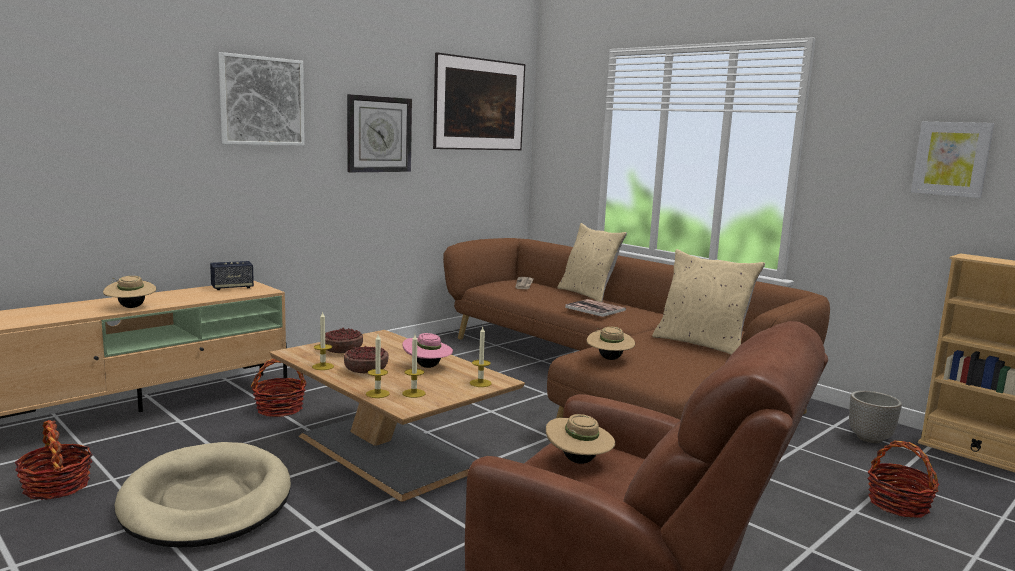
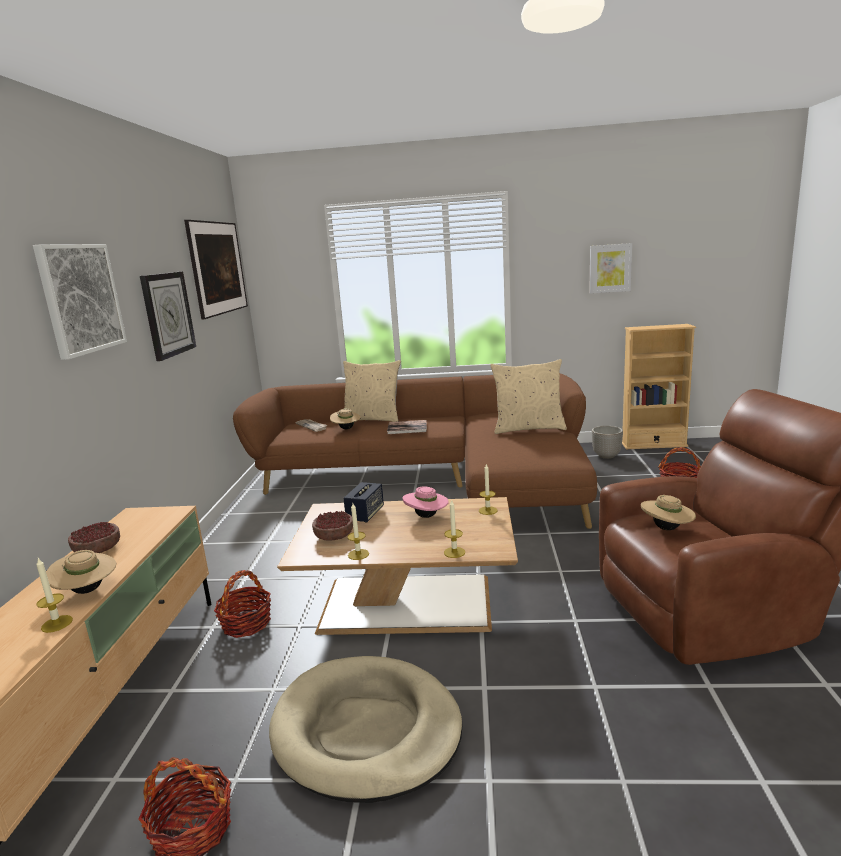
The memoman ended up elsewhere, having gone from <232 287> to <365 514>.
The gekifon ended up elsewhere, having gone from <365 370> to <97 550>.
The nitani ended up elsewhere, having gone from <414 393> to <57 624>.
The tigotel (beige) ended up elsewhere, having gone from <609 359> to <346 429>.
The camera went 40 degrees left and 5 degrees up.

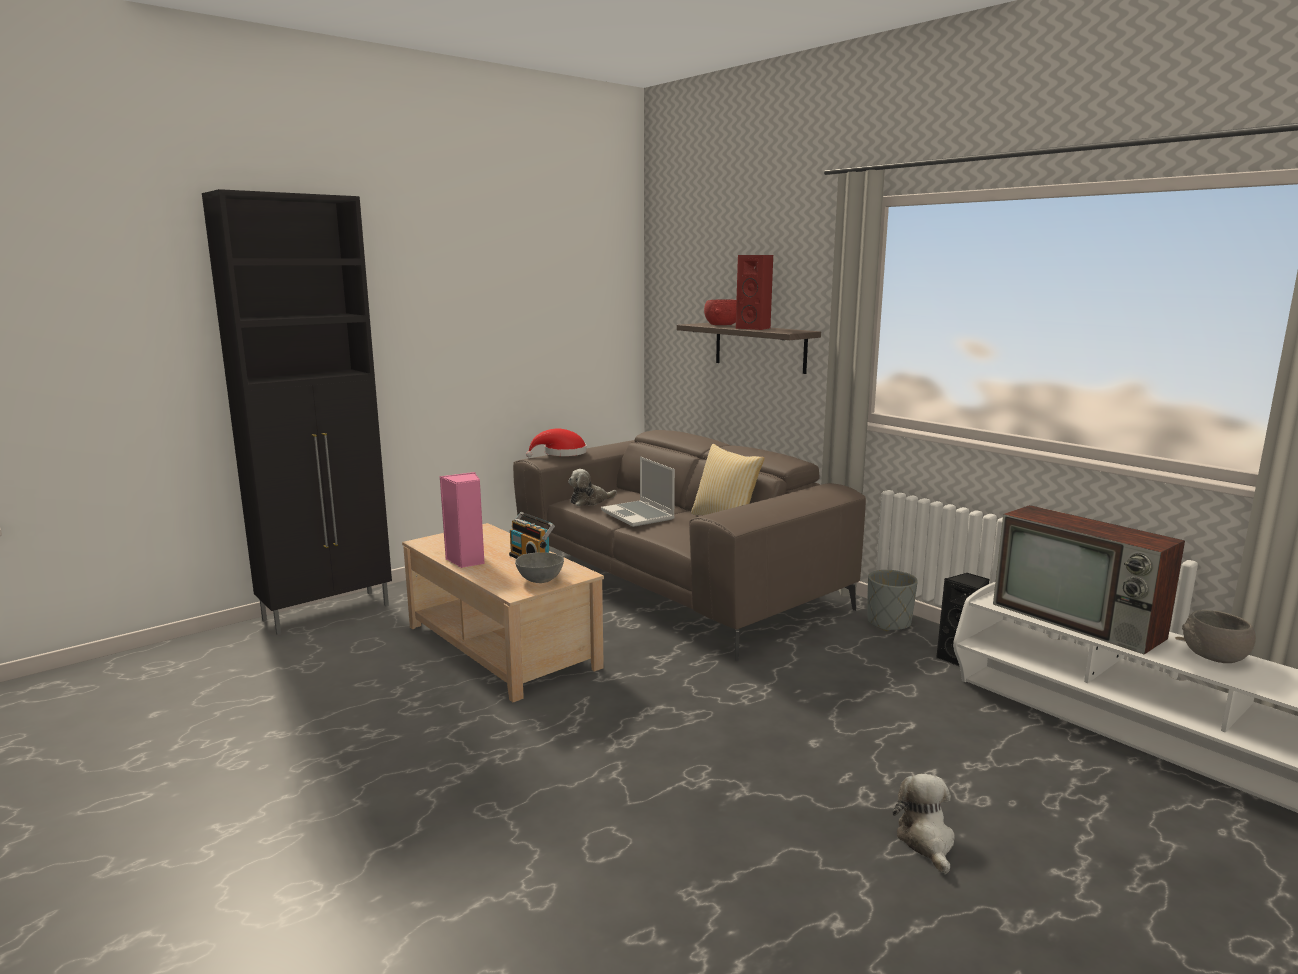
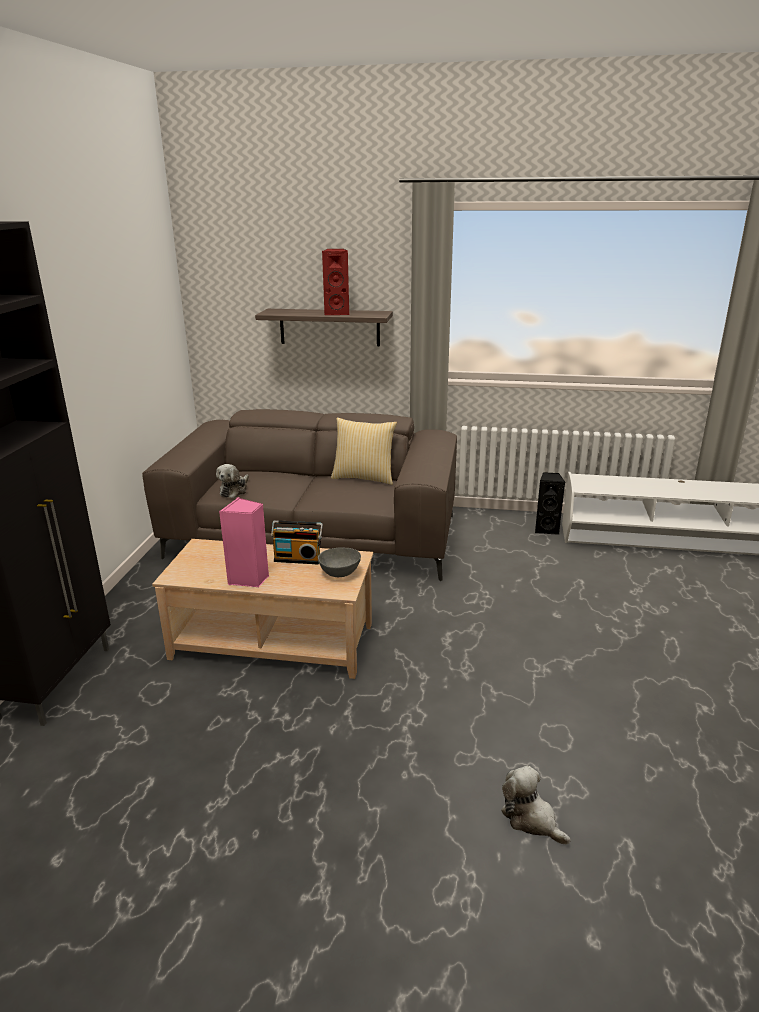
The second view lost the tigotel (red) at <561 454>.
The second view lost the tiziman at <639 515>.
The second view lost the gekifon (red) at <722 325>.
The second view lost the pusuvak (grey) at <888 623>.
The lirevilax ended up elsewhere, having gone from <926 841> to <531 819>.
The second view lost the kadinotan at <1080 621>.
The second view lost the gekifon (grey) at <1214 656>.
The camera went 40 degrees left and 10 degrees up.

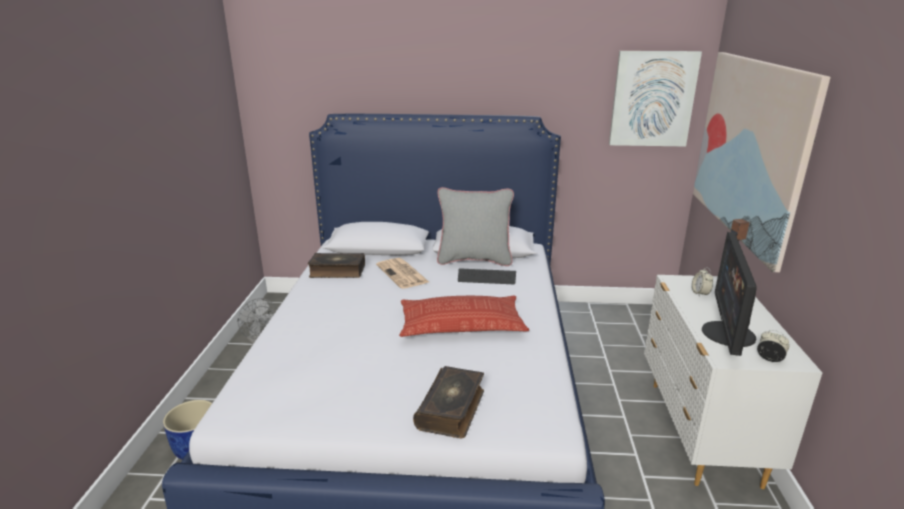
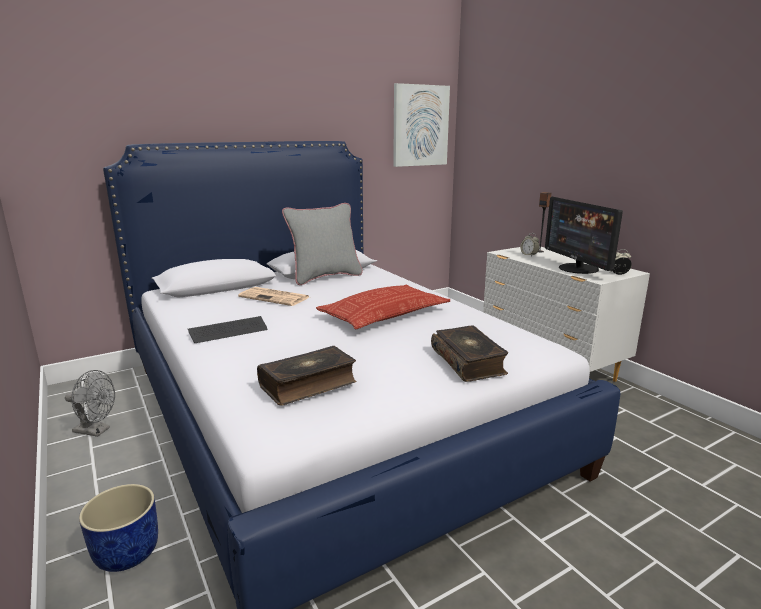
The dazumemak ended up elsewhere, having gone from <337 271> to <308 384>.
The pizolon ended up elsewhere, having gone from <486 278> to <228 331>.
The second view lost the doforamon at <749 149>.
The camera went 35 degrees left and 5 degrees down.

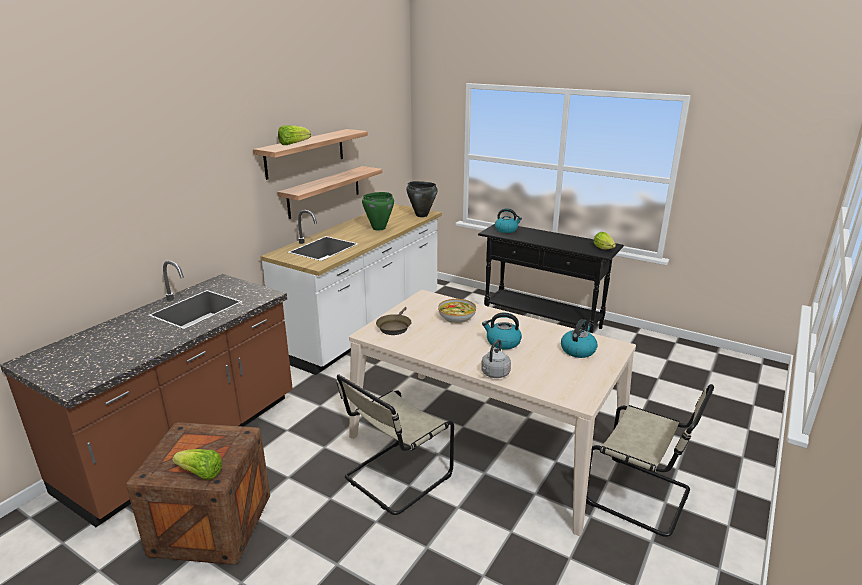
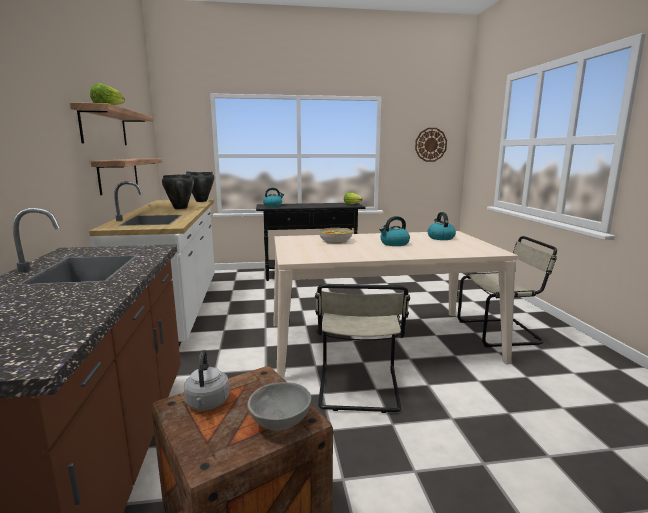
Where the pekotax stood at <200 474>, the gekifon (grey) came to stand at <280 424>.
What was the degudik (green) at <378 228> turned into the degudik (black) at <180 208>.
The second view lost the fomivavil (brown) at <394 327>.
The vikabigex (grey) ended up elsewhere, having gone from <494 374> to <207 404>.
The second view gained the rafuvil at <430 144>.
The camera went 40 degrees left and 10 degrees down.

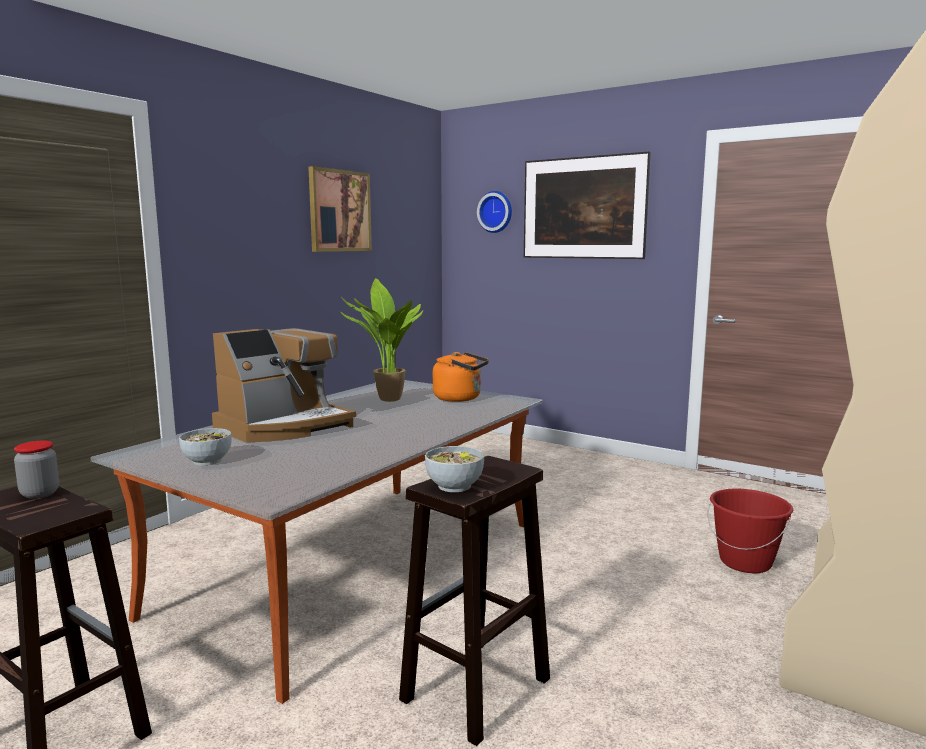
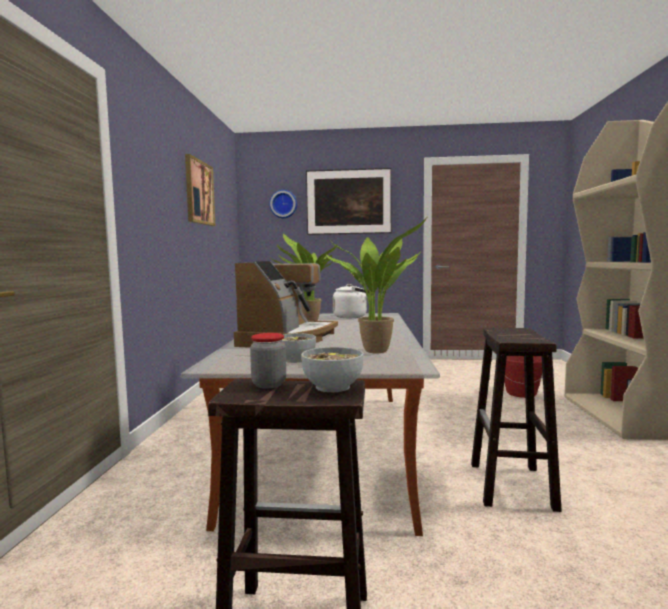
The gekifon ended up elsewhere, having gone from <454 486> to <332 387>.
What was the vikabigex (orange) at <460 398> turned into the vikabigex (white) at <352 317>.
The second view gained the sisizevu at <378 350>.
The camera went 30 degrees left and 5 degrees down.

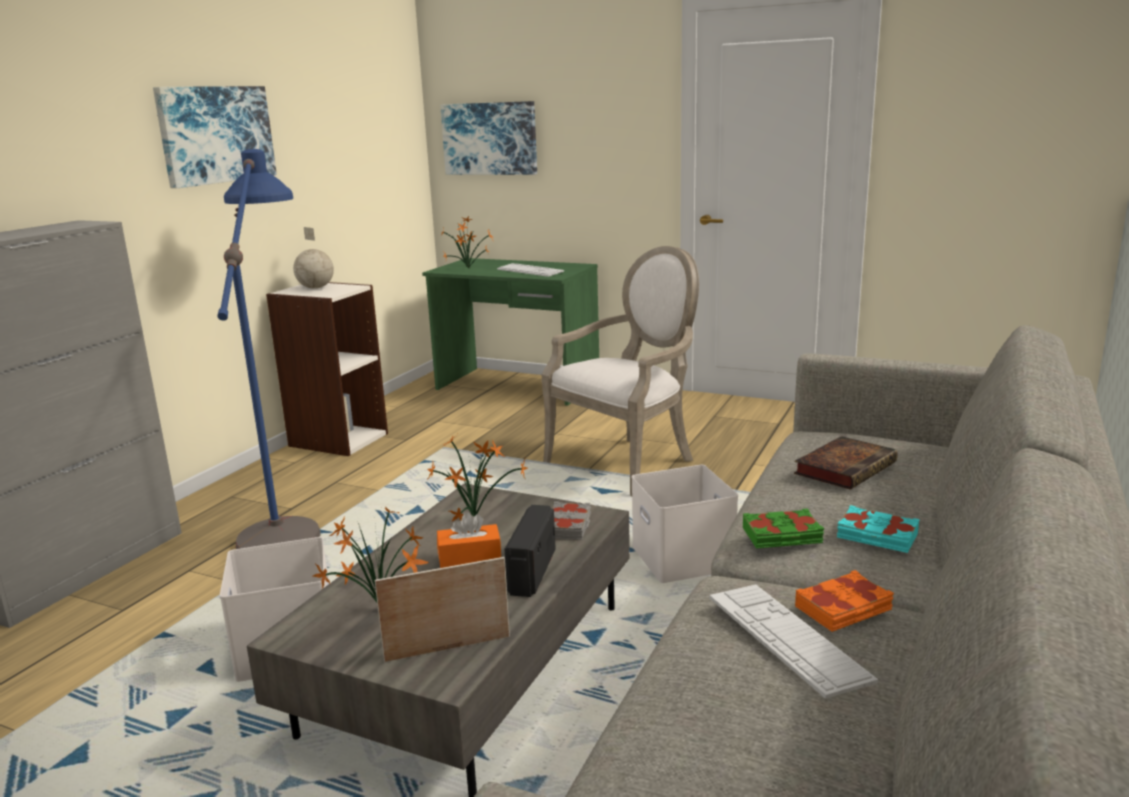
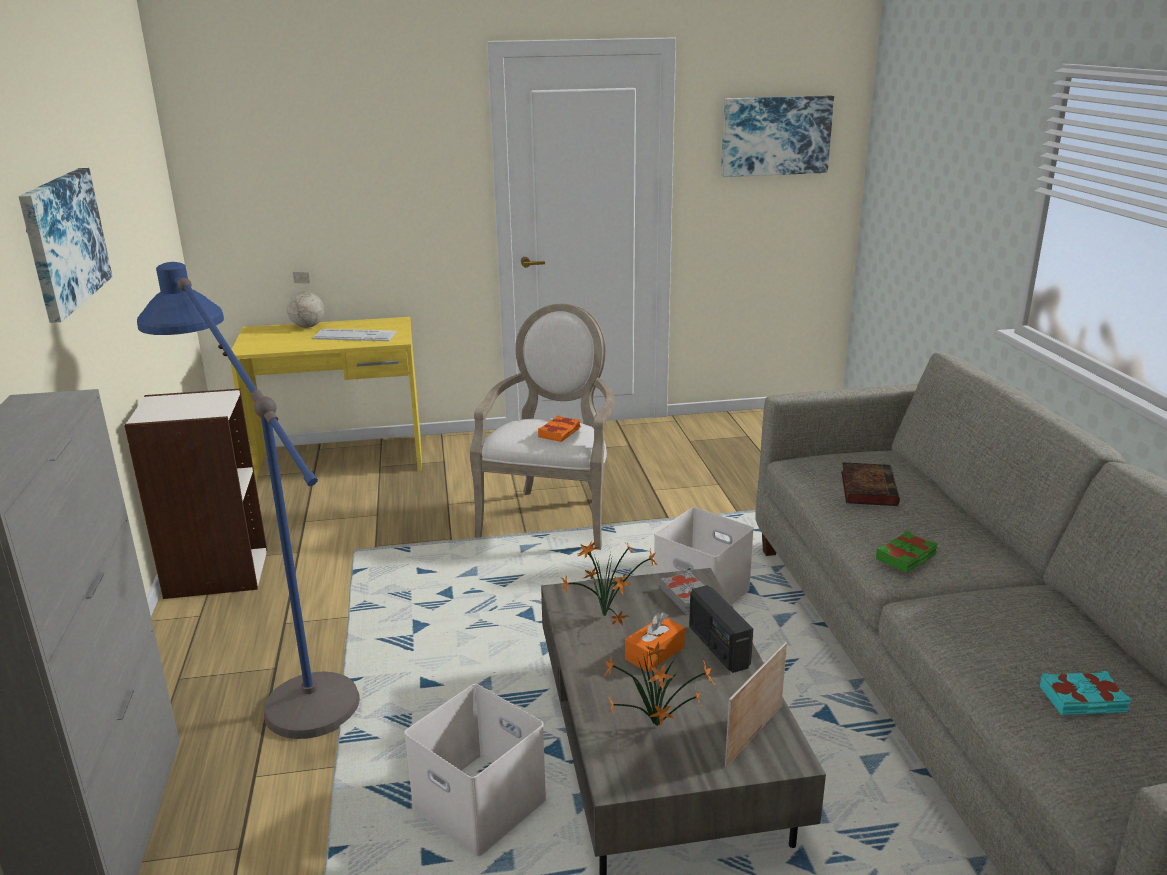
The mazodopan ended up elsewhere, having gone from <316 288> to <307 326>.
What was the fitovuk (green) at <517 386> turned into the fitovuk (yellow) at <340 460>.
The doforamon ended up elsewhere, having gone from <490 138> to <775 135>.
The second view lost the sisizevu at <469 268>.
The second view lost the pizolon at <786 638>.
The dazumemak (orange) ended up elsewhere, having gone from <844 609> to <560 433>.
The dazumemak (turquoise) ended up elsewhere, having gone from <877 536> to <1083 700>.
The camera went 35 degrees left and 5 degrees up.

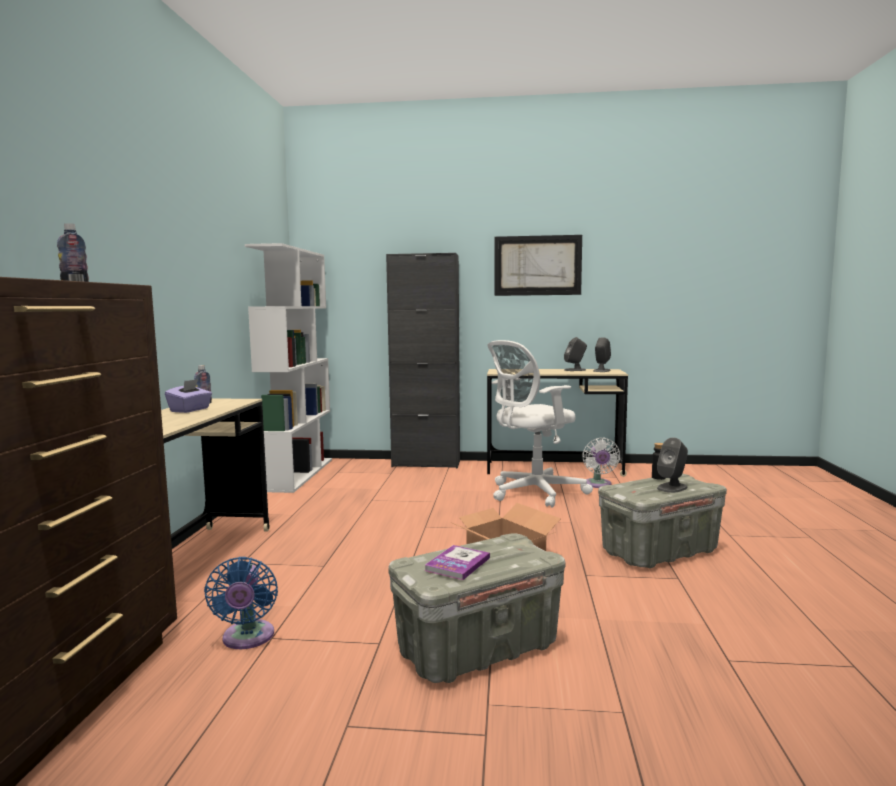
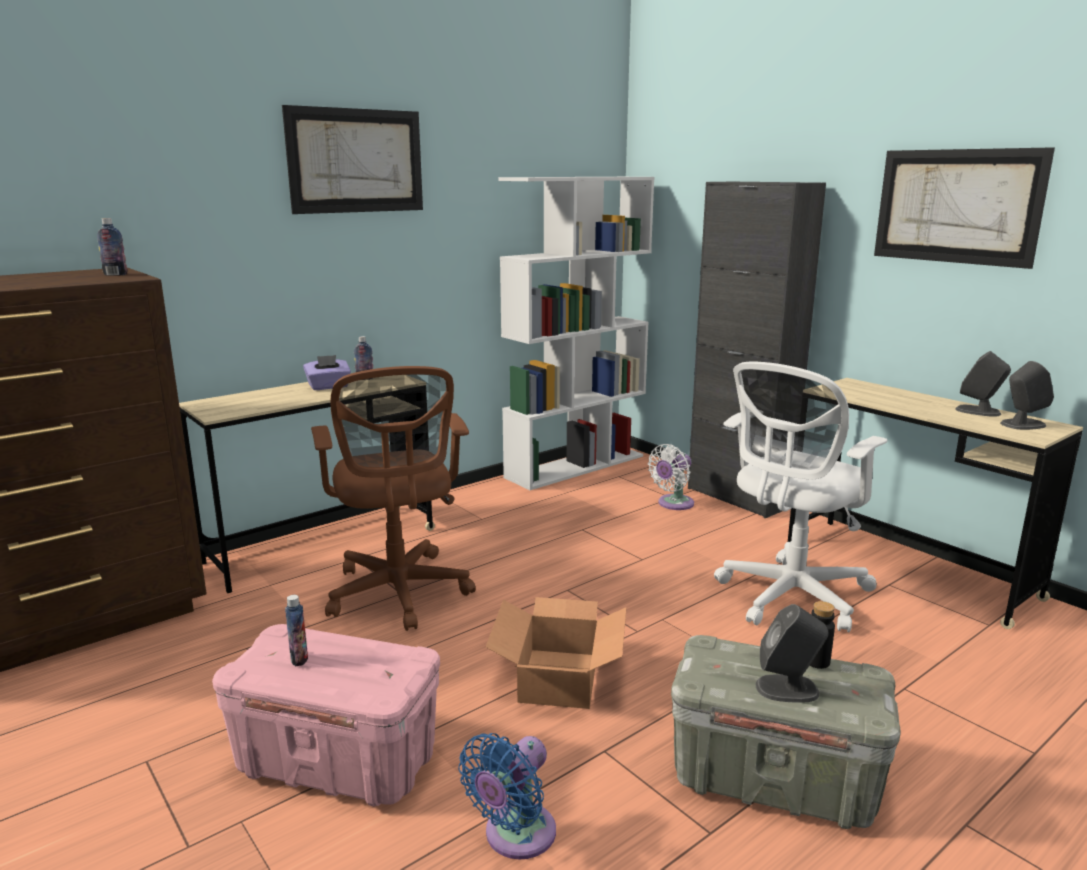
The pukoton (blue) ended up elsewhere, having gone from <247 639> to <515 836>.
What was the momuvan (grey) at <477 649> turned into the momuvan (pink) at <335 763>.
Where the dazumemak stood at <457 564>, the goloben came to stand at <299 659>.
The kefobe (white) at <533 493> ended up facing another way, 60 degrees counterclockwise from before.
The pukoton (white) ended up elsewhere, having gone from <598 485> to <673 504>.
The second view gained the doforamon at <356 161>.
The second view gained the kefobe (brown) at <399 595>.
The camera went 45 degrees right and 10 degrees up.

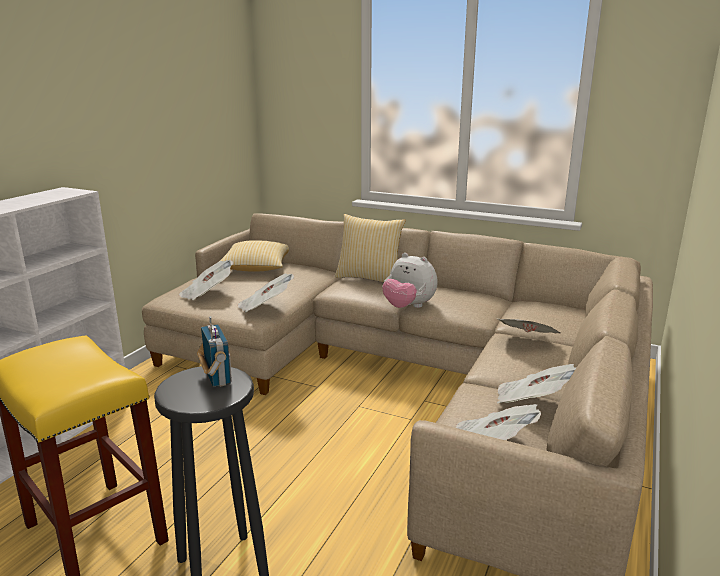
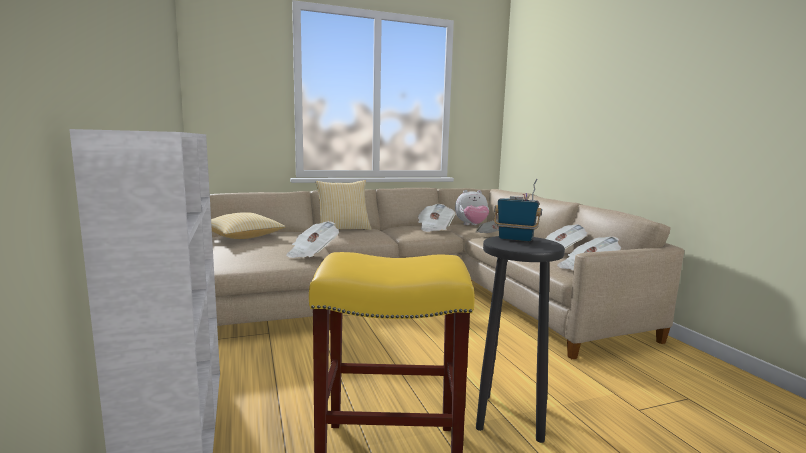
The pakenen ended up elsewhere, having gone from <207 294> to <434 228>.
The lirevilax ended up elsewhere, having gone from <408 307> to <471 225>.
The camera went 45 degrees left and 10 degrees down.

